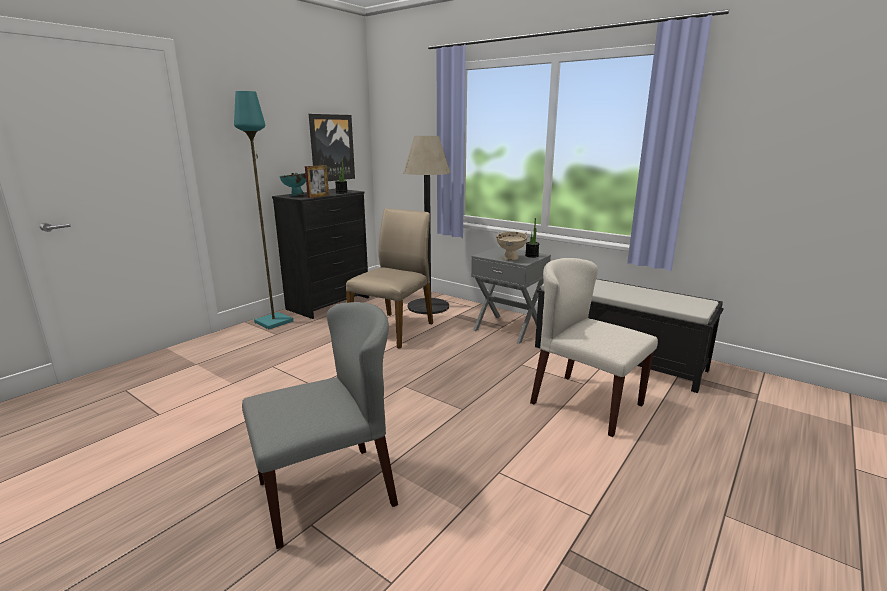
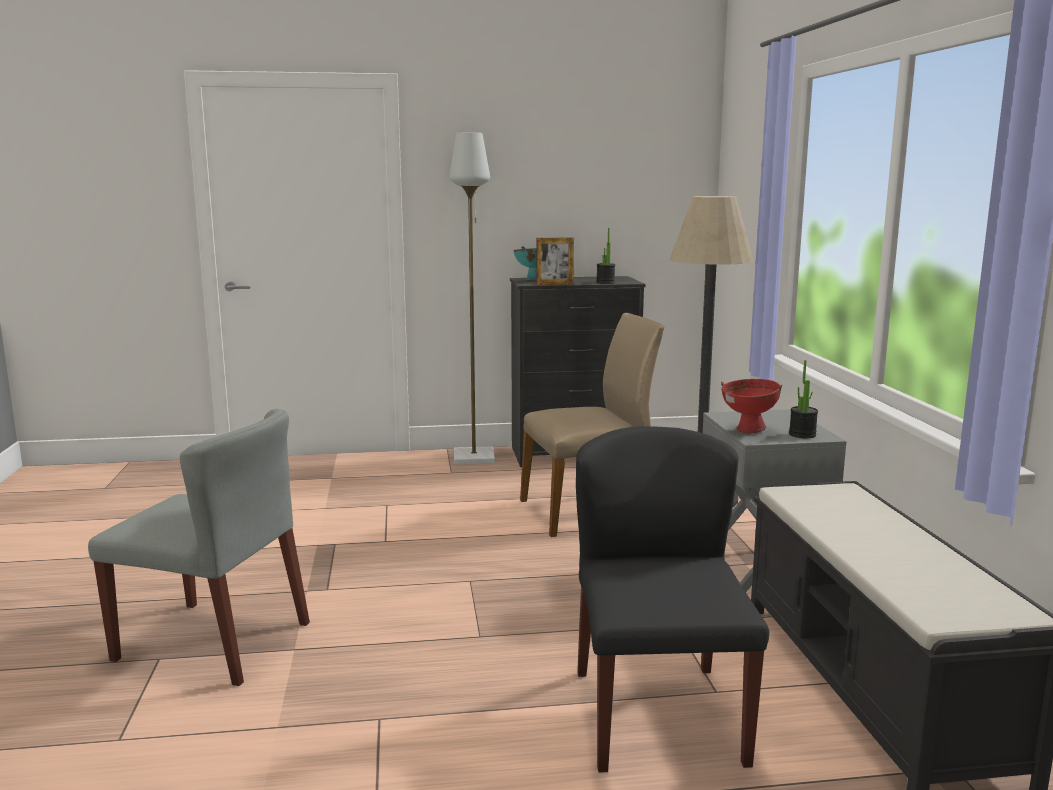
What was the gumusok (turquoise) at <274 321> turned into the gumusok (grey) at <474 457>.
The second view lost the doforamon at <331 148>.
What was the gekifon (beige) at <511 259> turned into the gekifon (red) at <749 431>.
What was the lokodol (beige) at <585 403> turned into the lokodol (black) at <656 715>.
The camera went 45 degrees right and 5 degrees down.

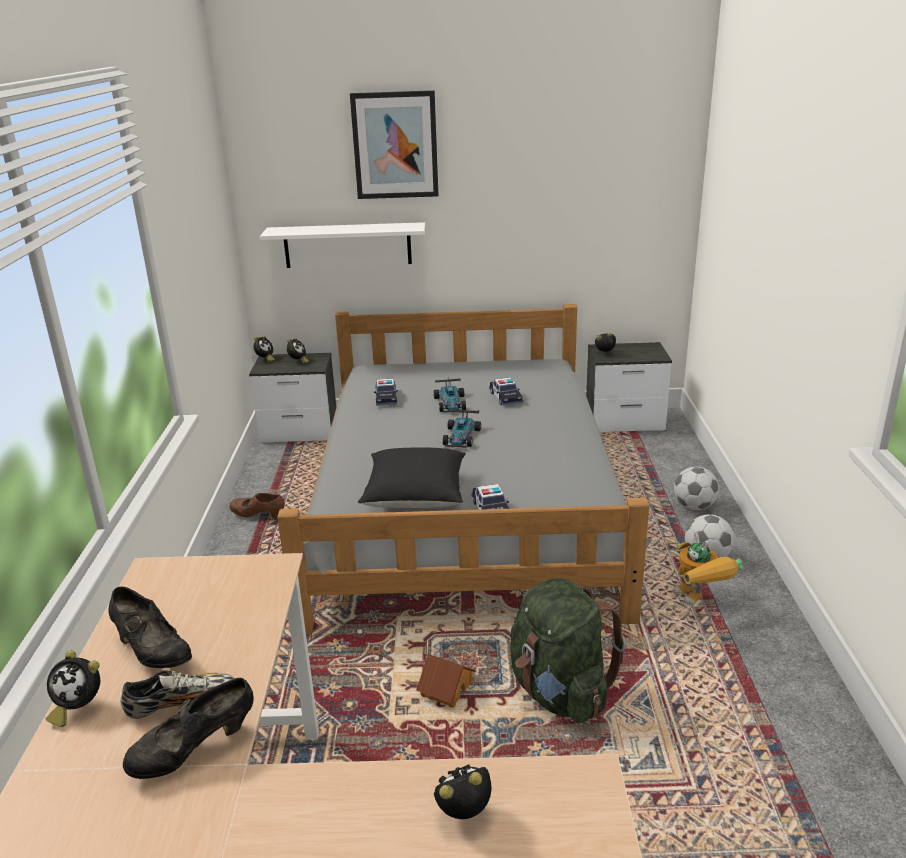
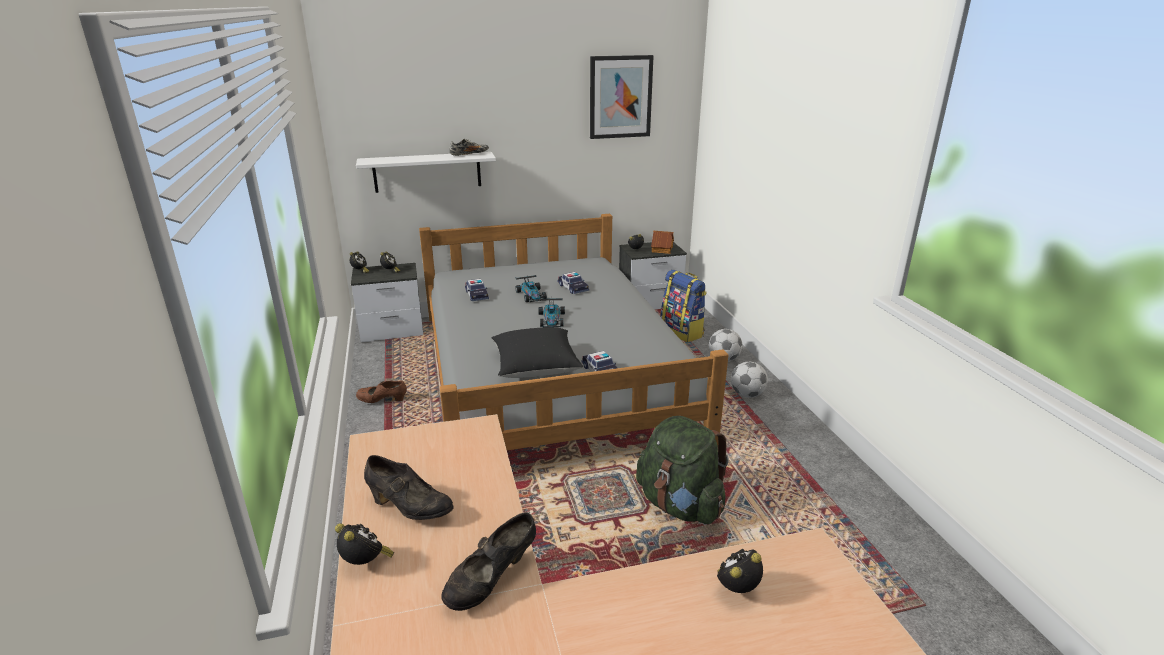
The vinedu at <78 708> ended up facing another way, 135 degrees counterclockwise from before.
The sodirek ended up elsewhere, having gone from <182 705> to <469 154>.
The doforamon ended up elsewhere, having gone from <395 145> to <620 97>.
The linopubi ended up elsewhere, having gone from <446 690> to <661 249>.
The second view lost the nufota at <699 602>.
The second view gained the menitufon at <682 332>.
The camera went 15 degrees left and 0 degrees up.

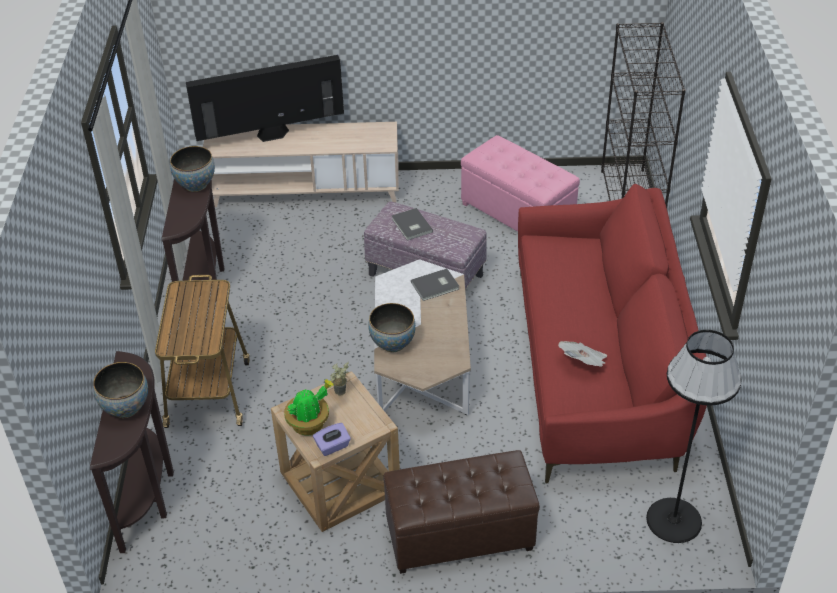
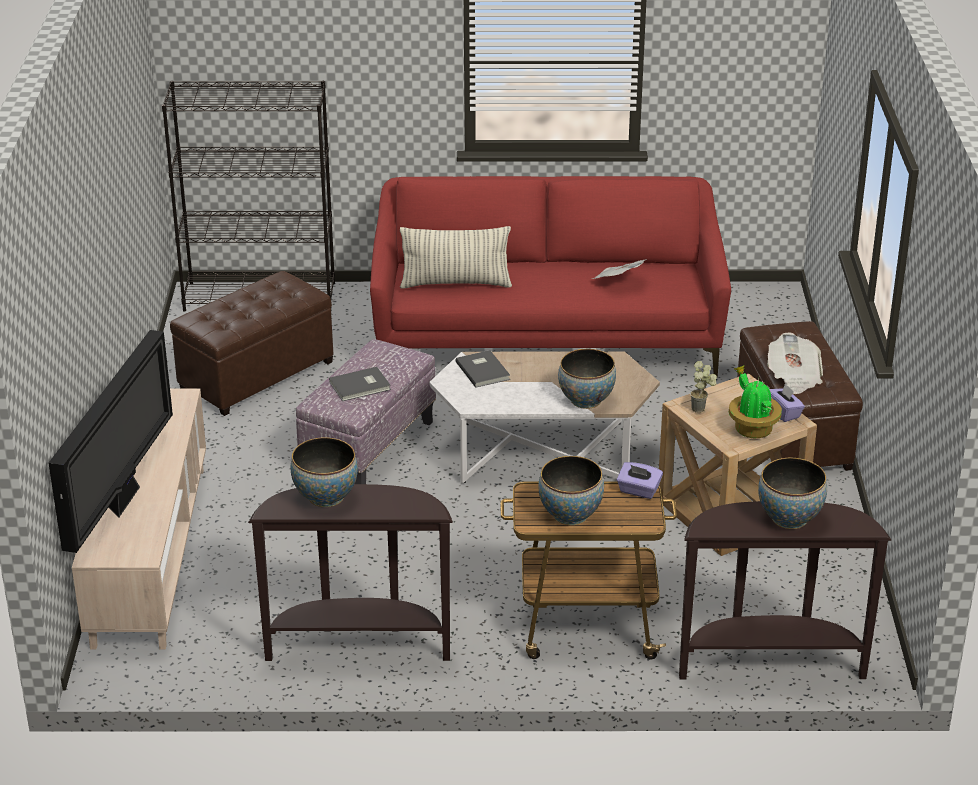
The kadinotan at <271 136> ended up facing another way, 150 degrees counterclockwise from before.
What was the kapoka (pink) at <518 213> turned into the kapoka (brown) at <256 375>.
The second view lost the gumusok (black) at <674 520>.
The second view gained the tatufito at <456 283>.
The second view gained the gekifon at <570 515>.
The second view gained the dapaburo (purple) at <638 491>.
The second view gained the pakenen at <794 377>.
The camera went 90 degrees left and 10 degrees down.

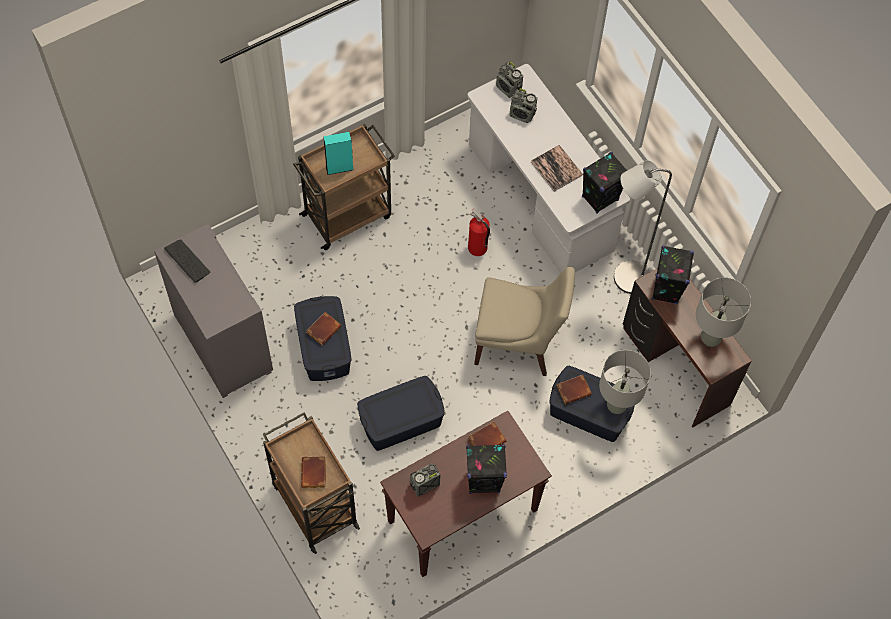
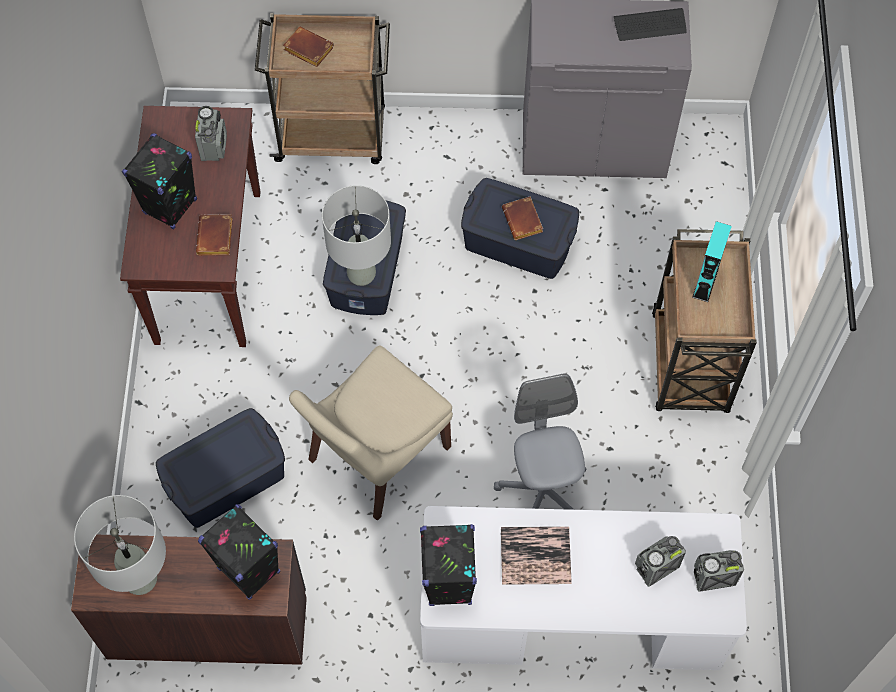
Where the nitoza stood at <477 248>, the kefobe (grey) came to stand at <542 490>.
The second view lost the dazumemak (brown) at <574 389>.
The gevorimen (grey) ended up elsewhere, having gone from <616 405> to <362 274>.
The second view lost the gumusok (grey) at <624 278>.
The camera went 125 degrees right and 0 degrees up.

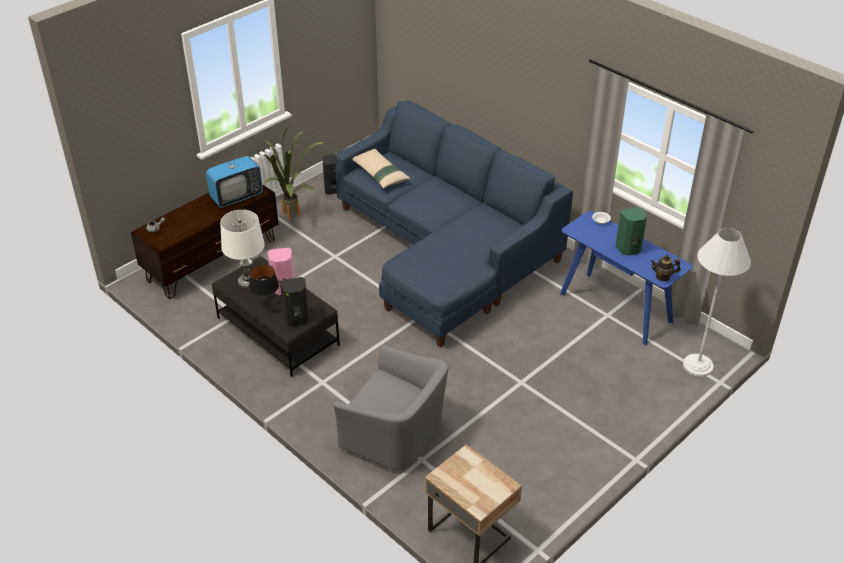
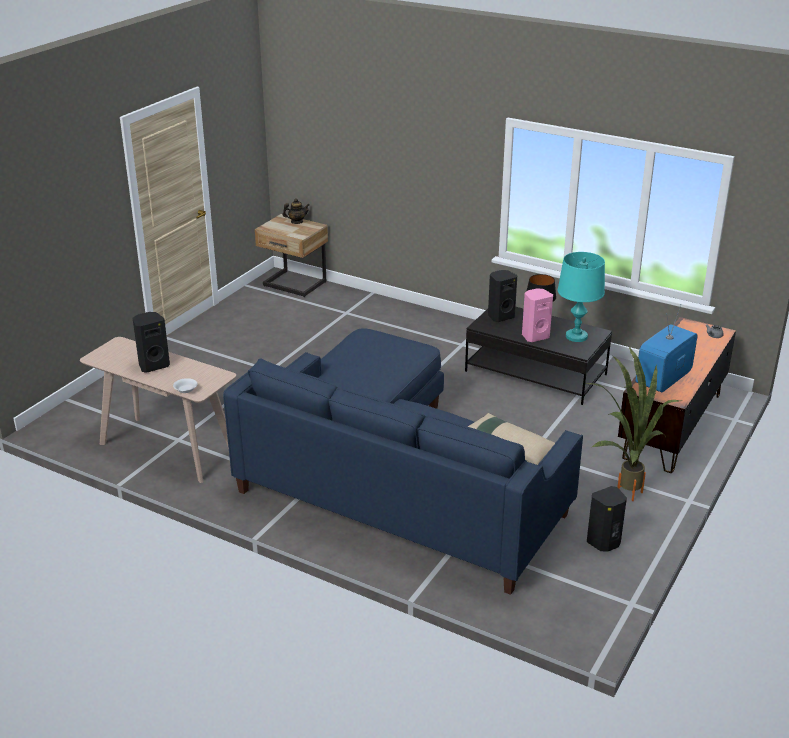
What was the gevorimen (white) at <248 282> turned into the gevorimen (turquoise) at <576 336>.
The second view lost the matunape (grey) at <395 434>.
What was the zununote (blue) at <616 307> turned into the zununote (beige) at <167 449>.
What was the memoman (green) at <628 249> turned into the memoman (black) at <153 365>.
The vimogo ended up elsewhere, having gone from <663 277> to <296 222>.
The second view lost the gumusok (white) at <698 365>.
The camera went 165 degrees right and 10 degrees down.

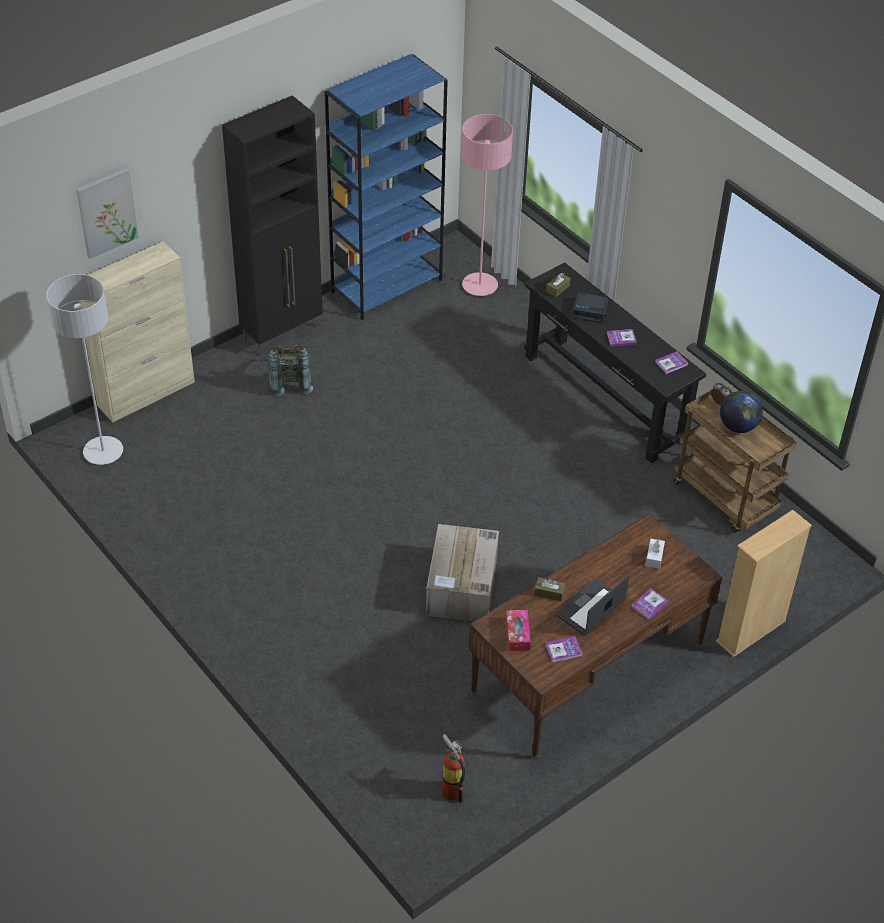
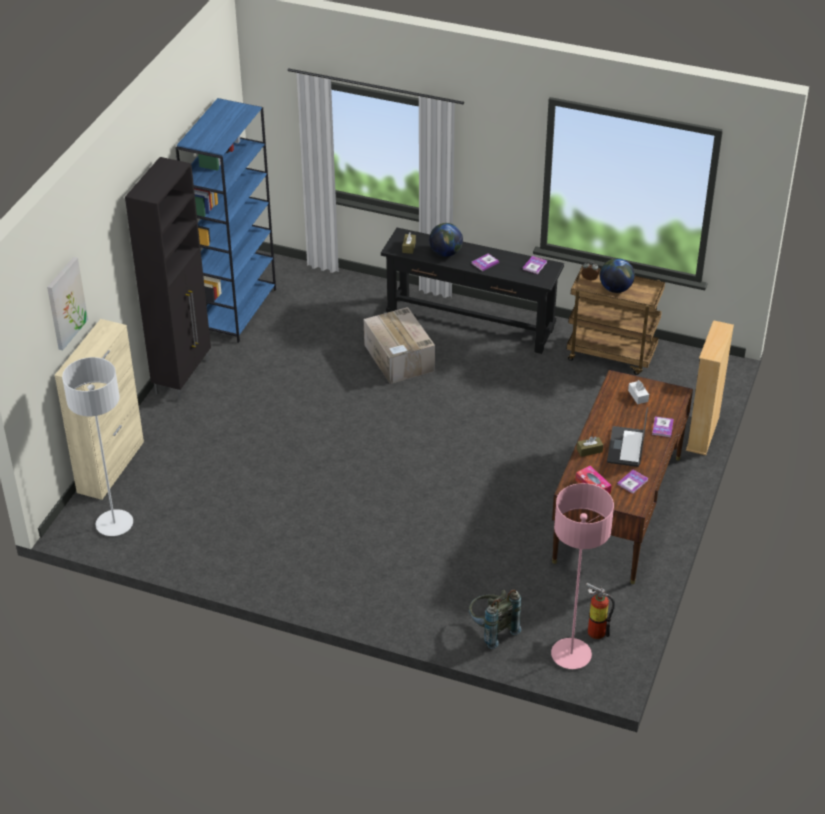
The menitufon (grey) ended up elsewhere, having gone from <290 382> to <491 630>.
The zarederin ended up elsewhere, having gone from <462 587> to <399 358>.
The gumusok (pink) ended up elsewhere, having gone from <480 286> to <571 655>.
Where the vinedu stood at <590 311>, the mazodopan came to stand at <446 253>.
The camera went 30 degrees left and 5 degrees down.

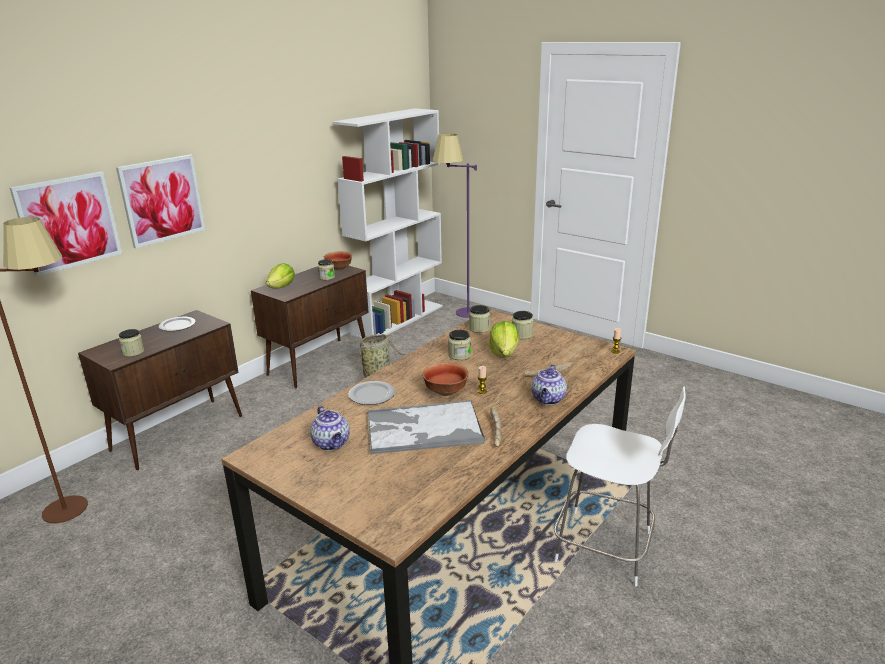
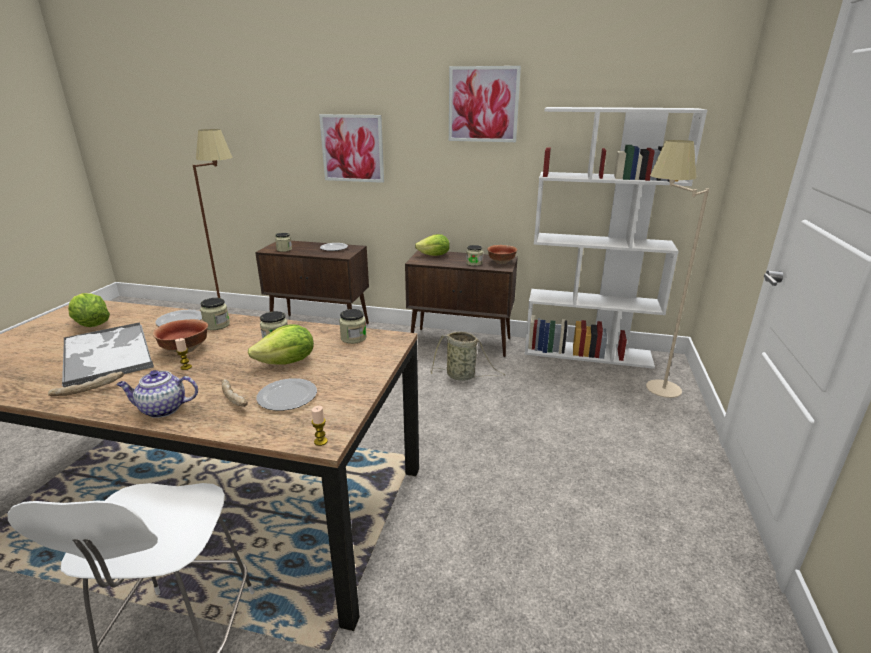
The doforamon ended up elsewhere, having gone from <68 222> to <483 104>.
Where the vimogo stood at <332 443>, the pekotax came to stand at <91 325>.
What was the gumusok (purple) at <459 315> turned into the gumusok (beige) at <647 384>.
The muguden ended up elsewhere, having gone from <522 335> to <217 325>.
The second view gained the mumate at <286 397>.
The camera went 65 degrees right and 0 degrees up.

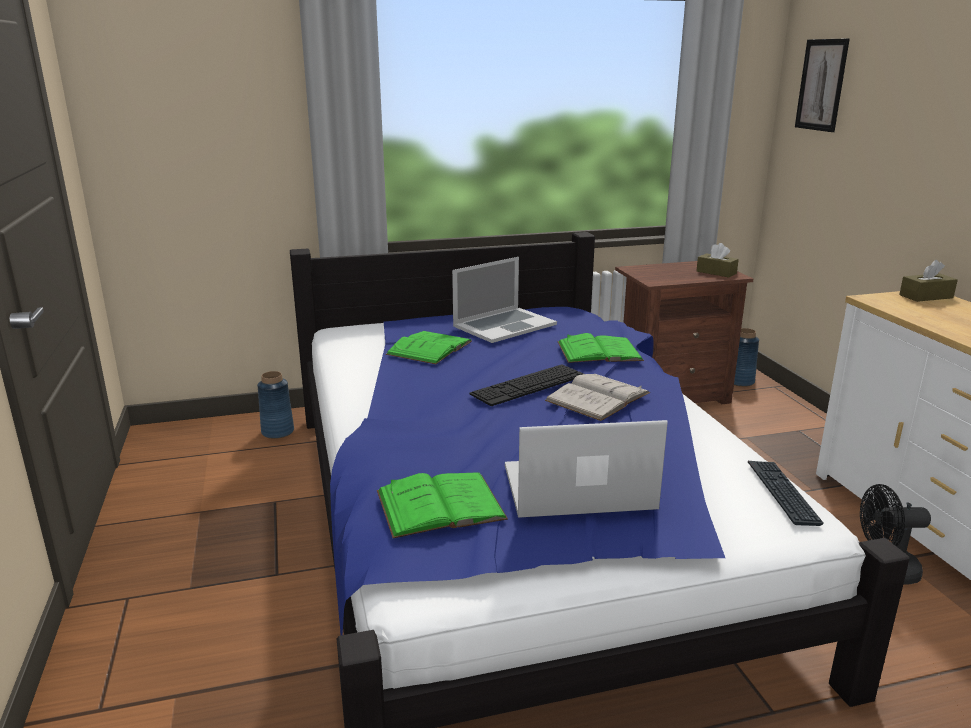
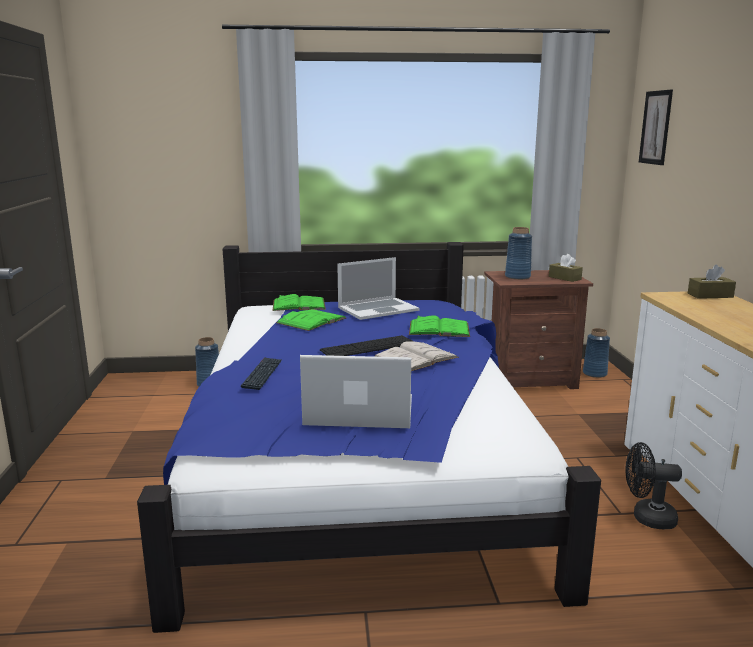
The dazumemak (green) ended up elsewhere, having gone from <440 505> to <299 305>.
The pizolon ended up elsewhere, having gone from <782 493> to <262 374>.
The second view gained the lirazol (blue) at <517 277>.
The camera went 10 degrees right and 5 degrees down.

